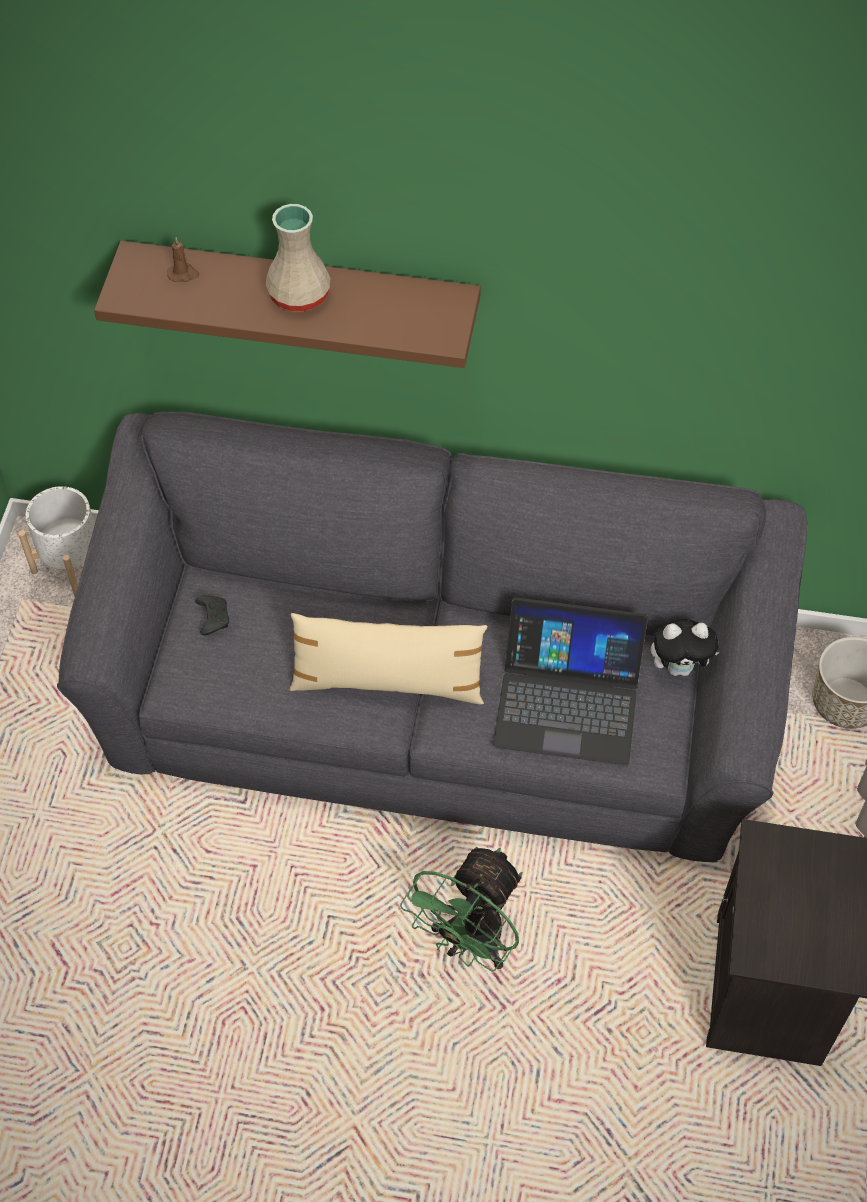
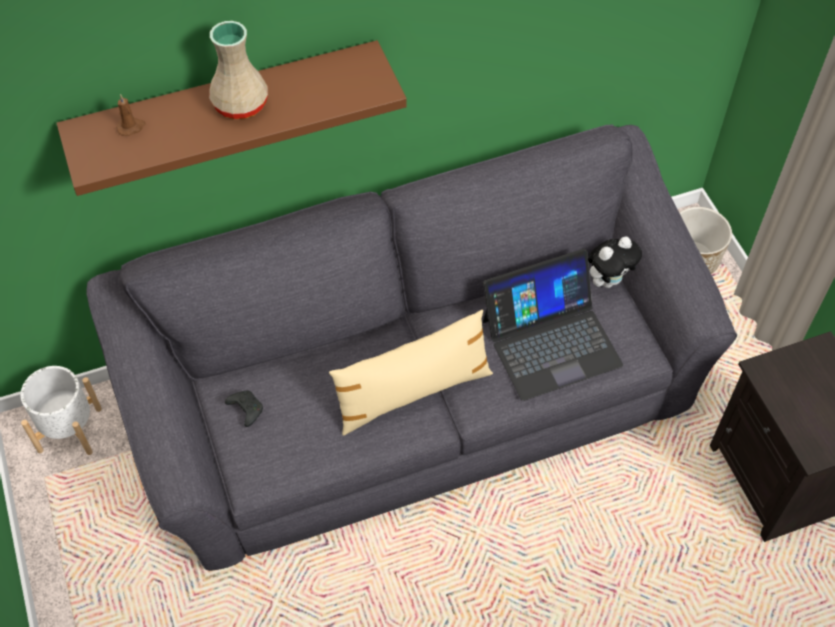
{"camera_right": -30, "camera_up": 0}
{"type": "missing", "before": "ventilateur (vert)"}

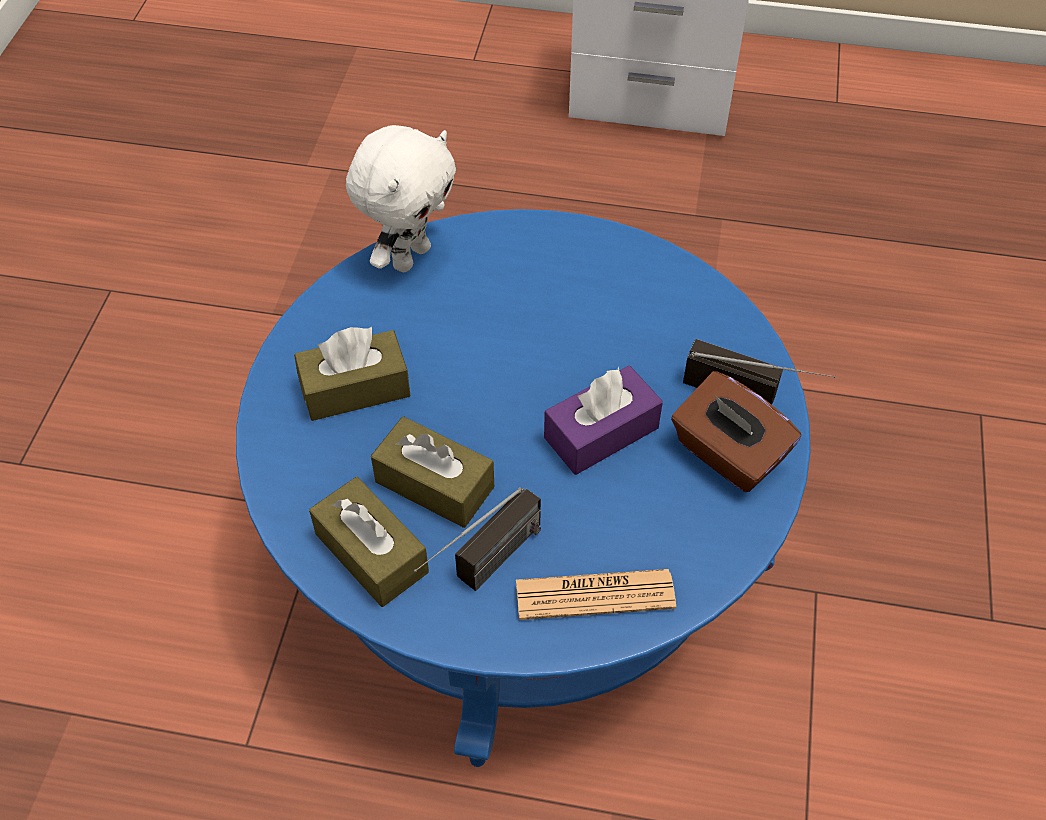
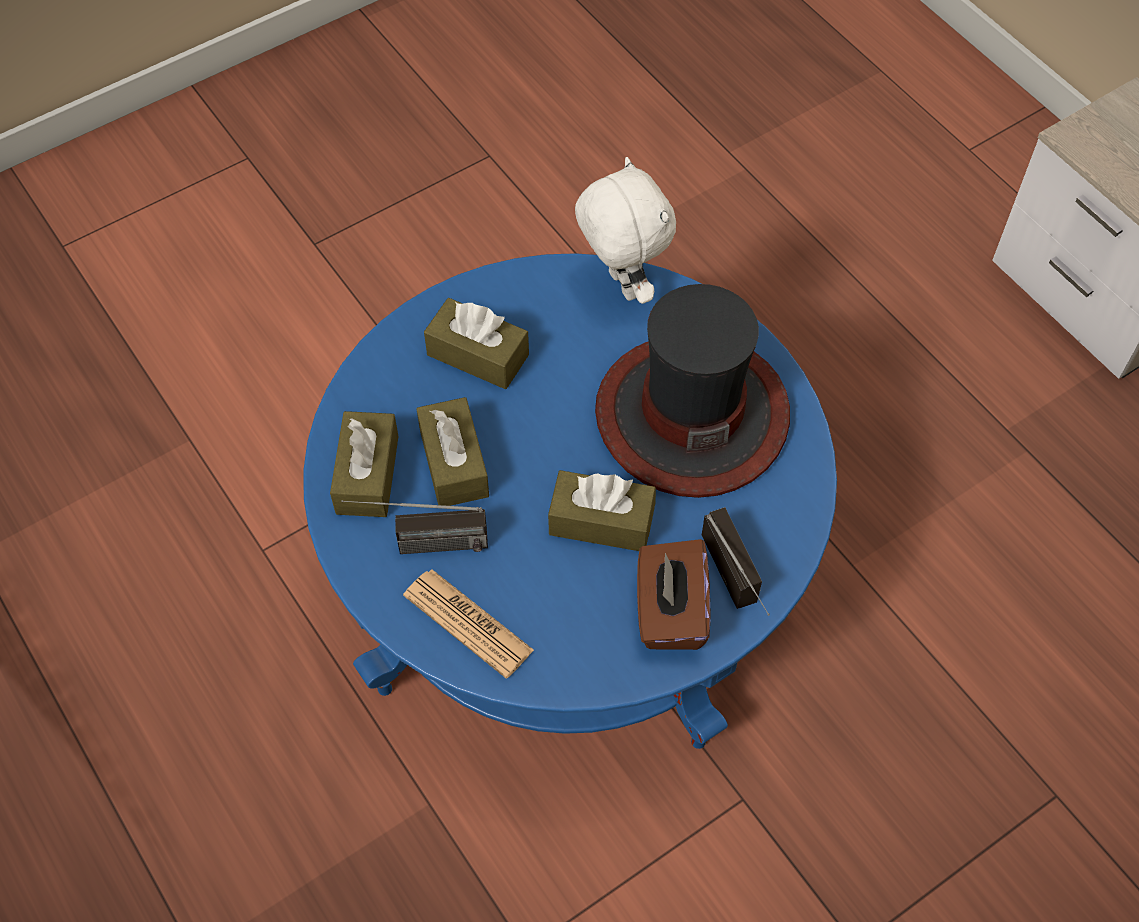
{"camera_right": 45, "camera_up": 5}
{"type": "colour", "before": "boîte à mouchoirs (violet)", "after": "boîte à mouchoirs (marron) (no. 4 from left)"}
{"type": "spun", "before": "peluche (blanc)", "turn": -105}
{"type": "appeared", "after": "chapeau"}

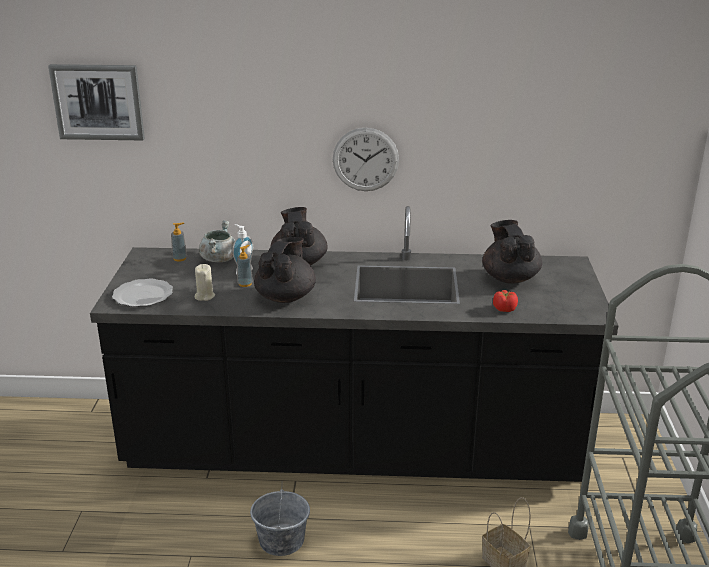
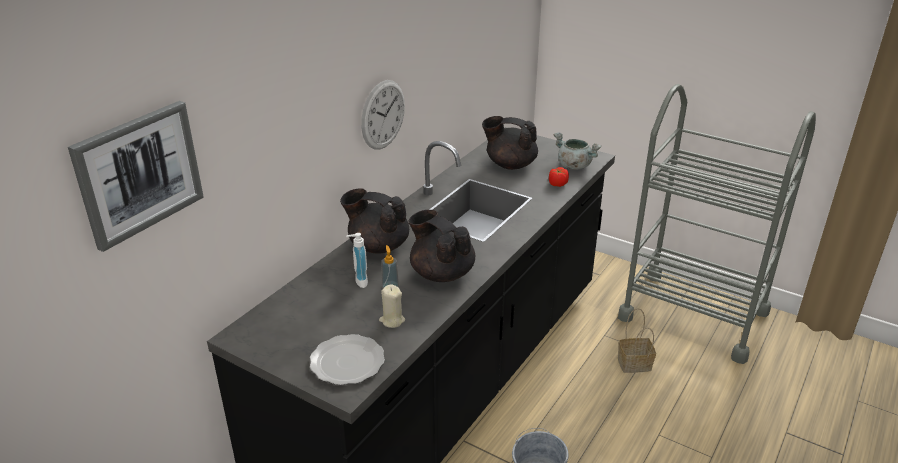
{"camera_right": -60, "camera_up": 5}
{"type": "relocated", "before": "marmite (gris)"}
{"type": "missing", "before": "distributeur de savon (no. 1 from left)"}

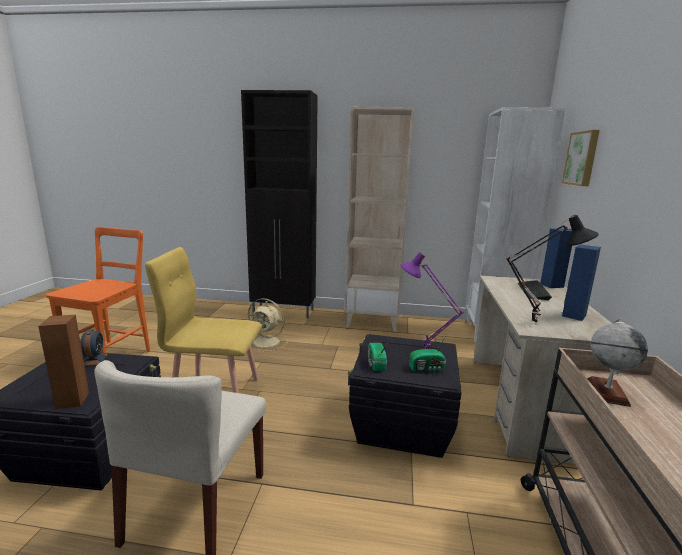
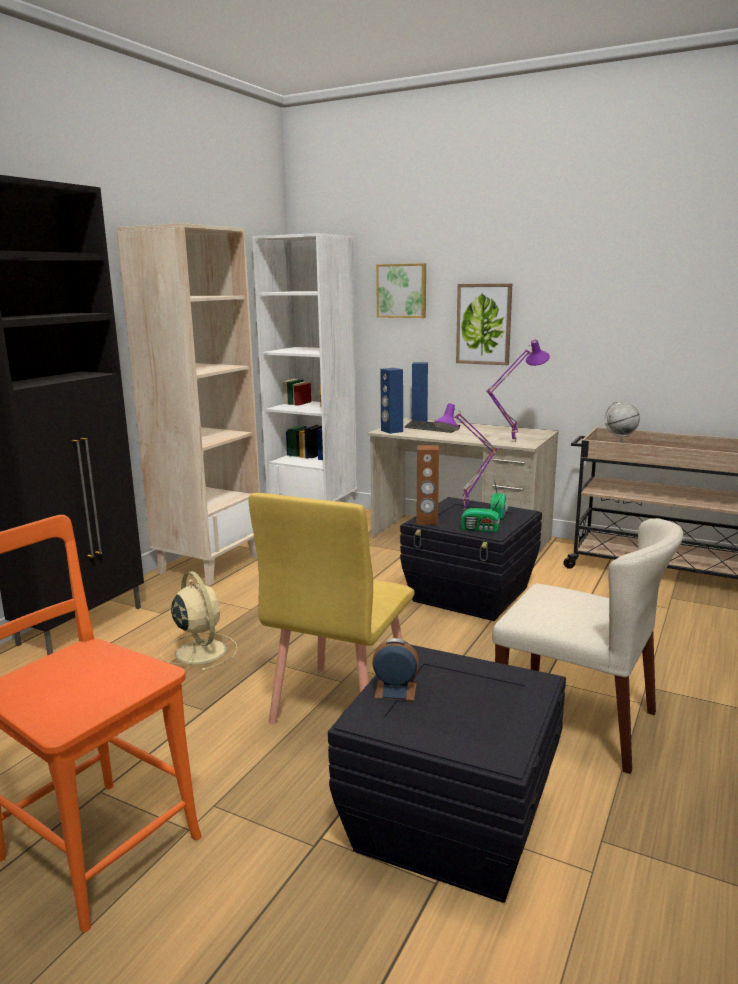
{"camera_right": -70, "camera_up": 0}
{"type": "spun", "before": "ventilateur (beige)", "turn": -75}
{"type": "relocated", "before": "enceinte (bleu) (no. 2 from left in the first image)", "after": "enceinte (bleu) (no. 1 from left)"}
{"type": "relocated", "before": "enceinte (marron)"}
{"type": "appeared", "after": "tableau (no. 2 from left)"}
{"type": "colour", "before": "lampe de table (noir)", "after": "lampe de table (violet) (no. 2 from left)"}

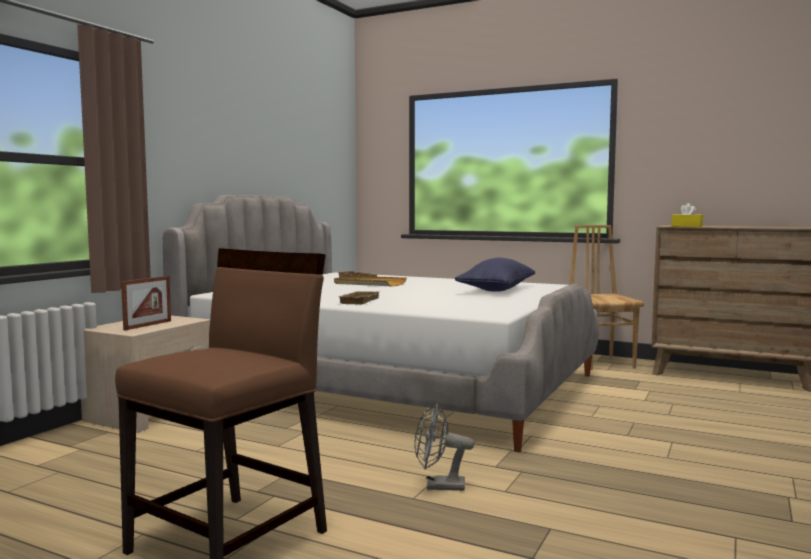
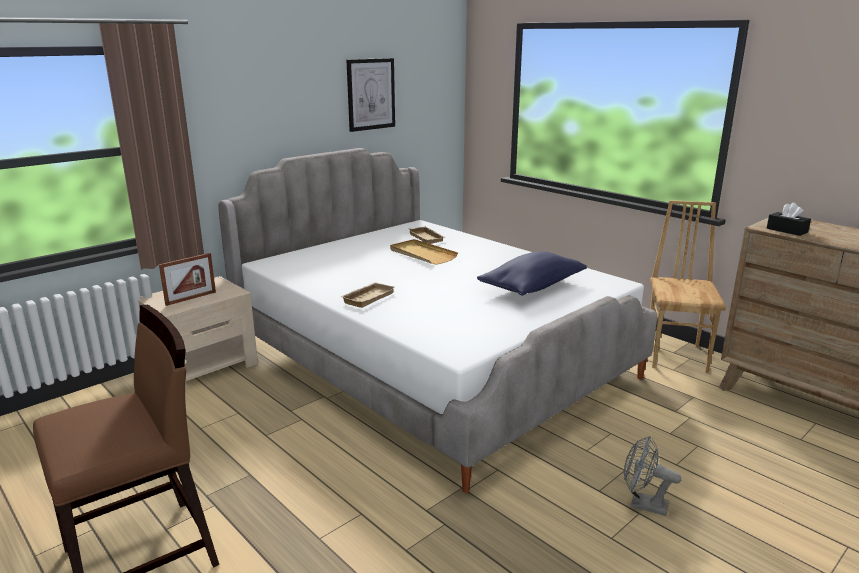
{"camera_right": 20, "camera_up": 15}
{"type": "appeared", "after": "tableau"}
{"type": "relocated", "before": "ventilateur (gris)"}
{"type": "colour", "before": "boîte à mouchoirs (jaune)", "after": "boîte à mouchoirs (noir)"}

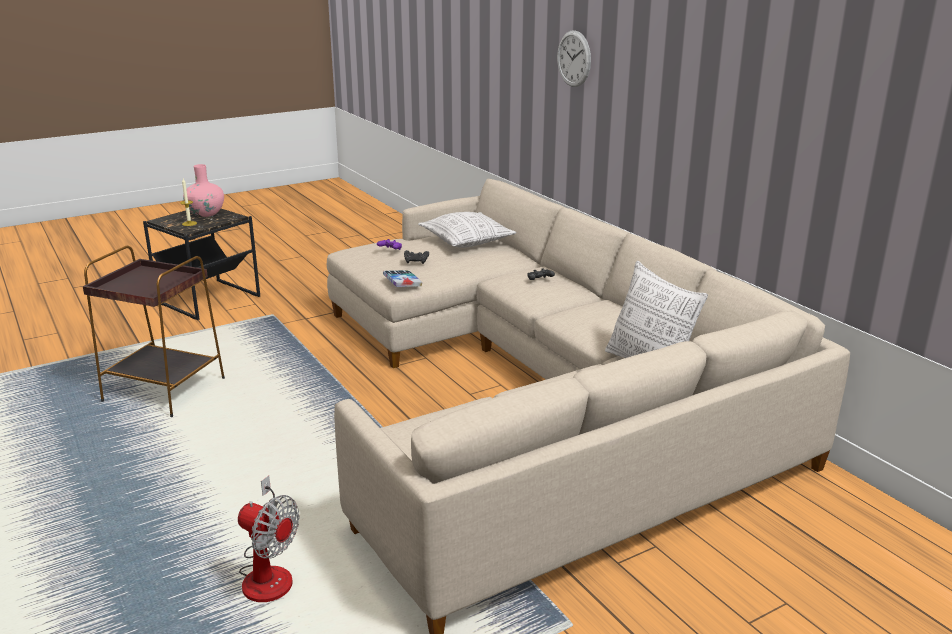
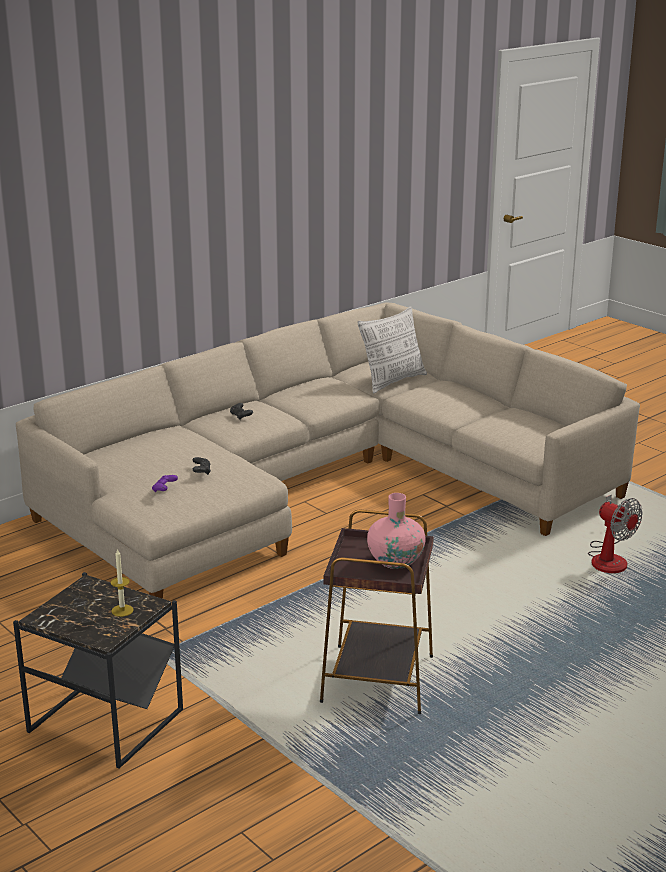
{"camera_right": -100, "camera_up": 0}
{"type": "relocated", "before": "vase (rose)"}
{"type": "spun", "before": "ventilateur", "turn": 120}
{"type": "missing", "before": "livre"}
{"type": "missing", "before": "coussin (no. 1 from left)"}
{"type": "missing", "before": "horloge murale"}

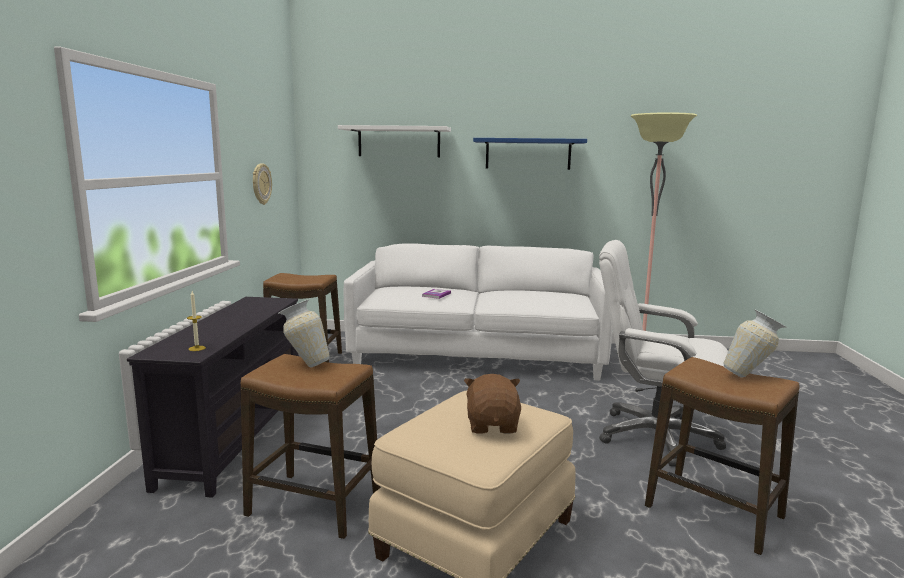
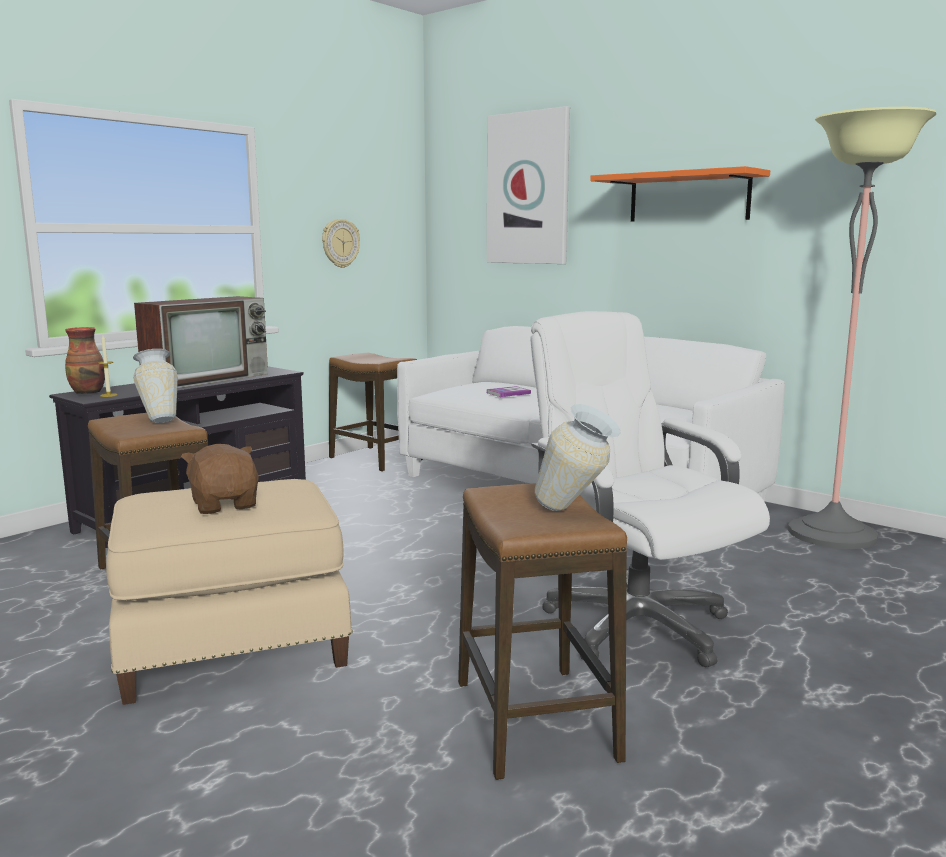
{"camera_right": 35, "camera_up": 0}
{"type": "appeared", "after": "vase (no. 1 from left)"}
{"type": "appeared", "after": "téléviseur"}
{"type": "spun", "before": "peluche (marron)", "turn": -60}
{"type": "exchanged", "before": "étagère (blanc)", "after": "tableau"}
{"type": "colour", "before": "étagère (bleu)", "after": "étagère (orange)"}

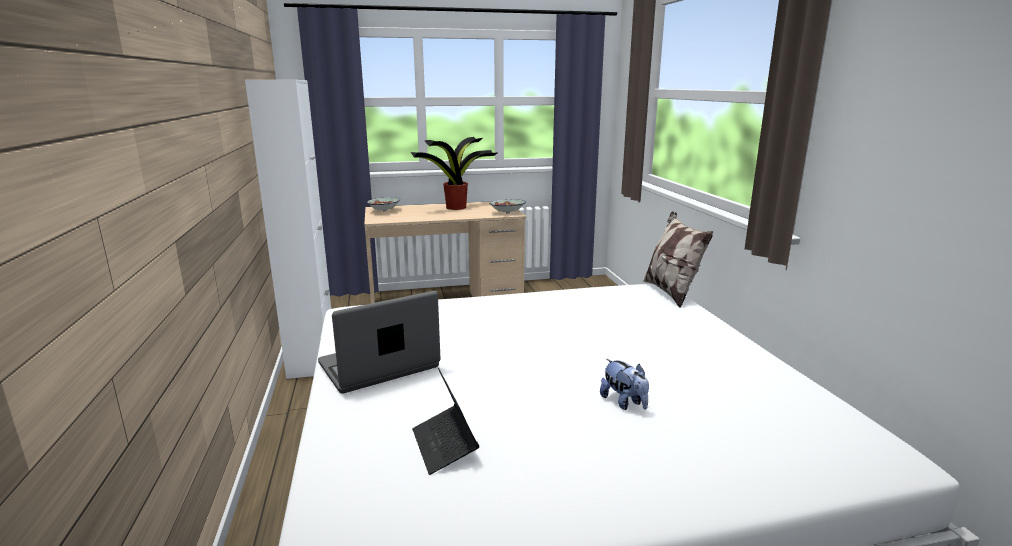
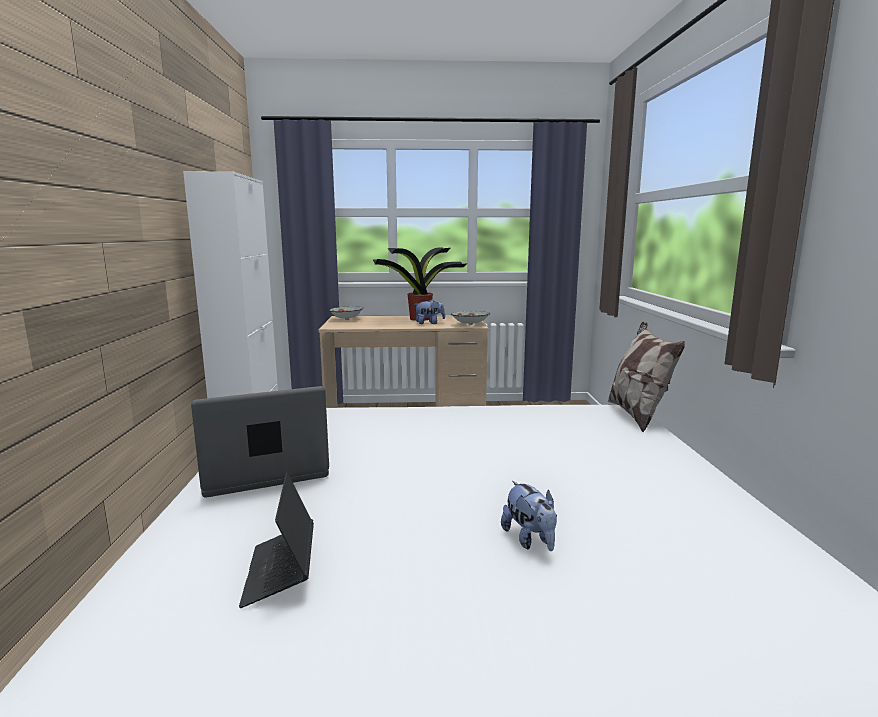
{"camera_right": 10, "camera_up": -5}
{"type": "appeared", "after": "peluche (no. 1 from left)"}

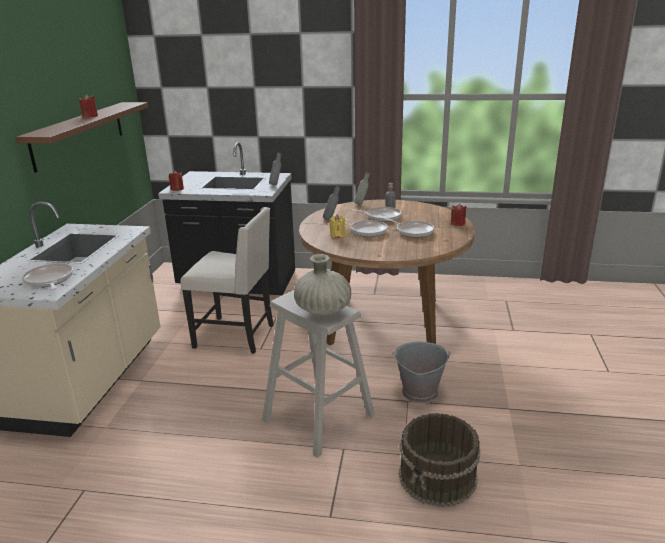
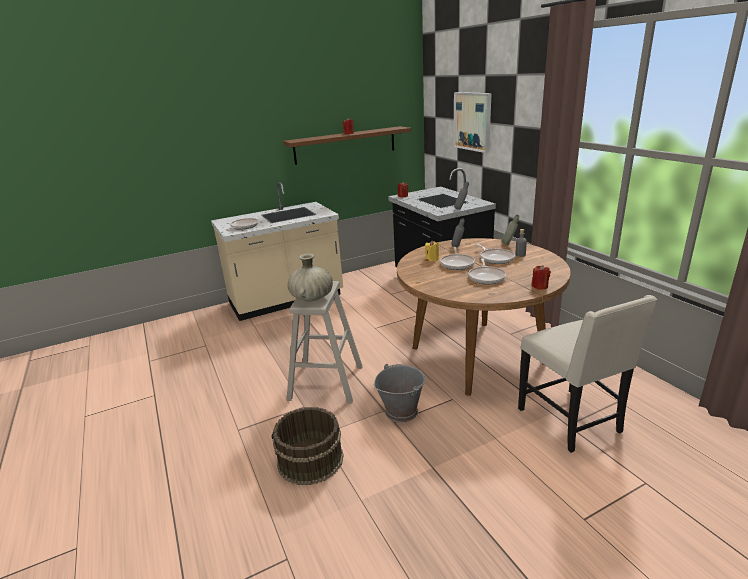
{"camera_right": 55, "camera_up": 0}
{"type": "appeared", "after": "tableau"}
{"type": "relocated", "before": "chaise (beige)"}

